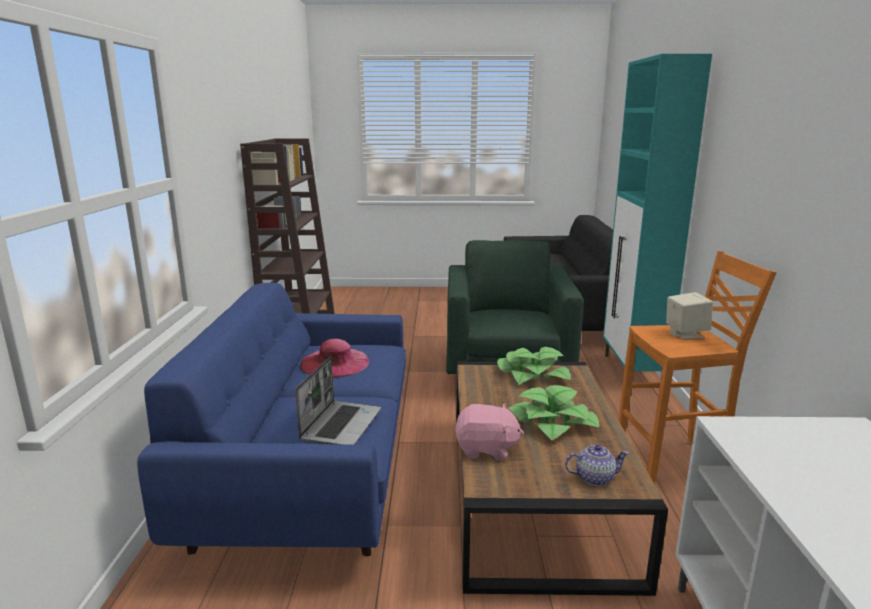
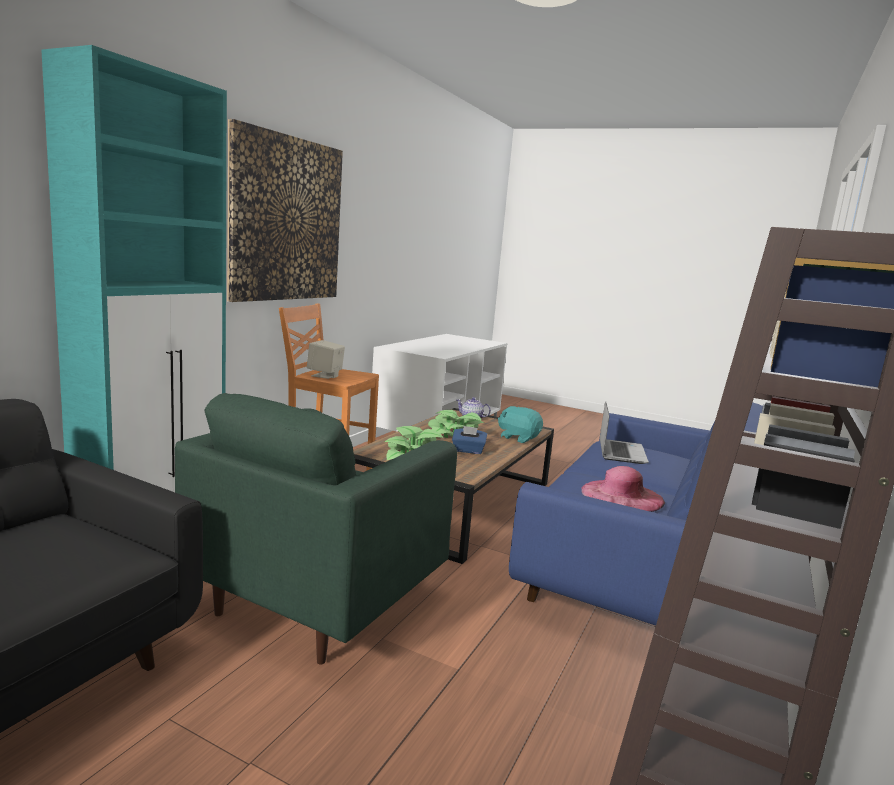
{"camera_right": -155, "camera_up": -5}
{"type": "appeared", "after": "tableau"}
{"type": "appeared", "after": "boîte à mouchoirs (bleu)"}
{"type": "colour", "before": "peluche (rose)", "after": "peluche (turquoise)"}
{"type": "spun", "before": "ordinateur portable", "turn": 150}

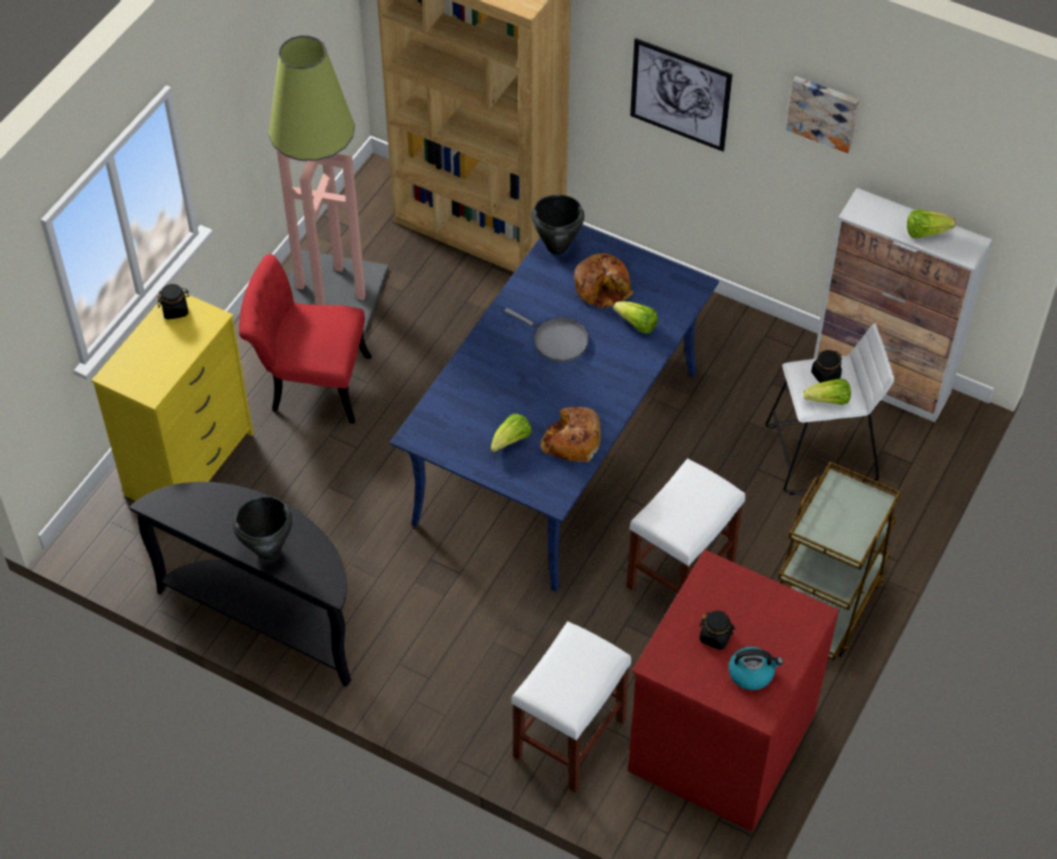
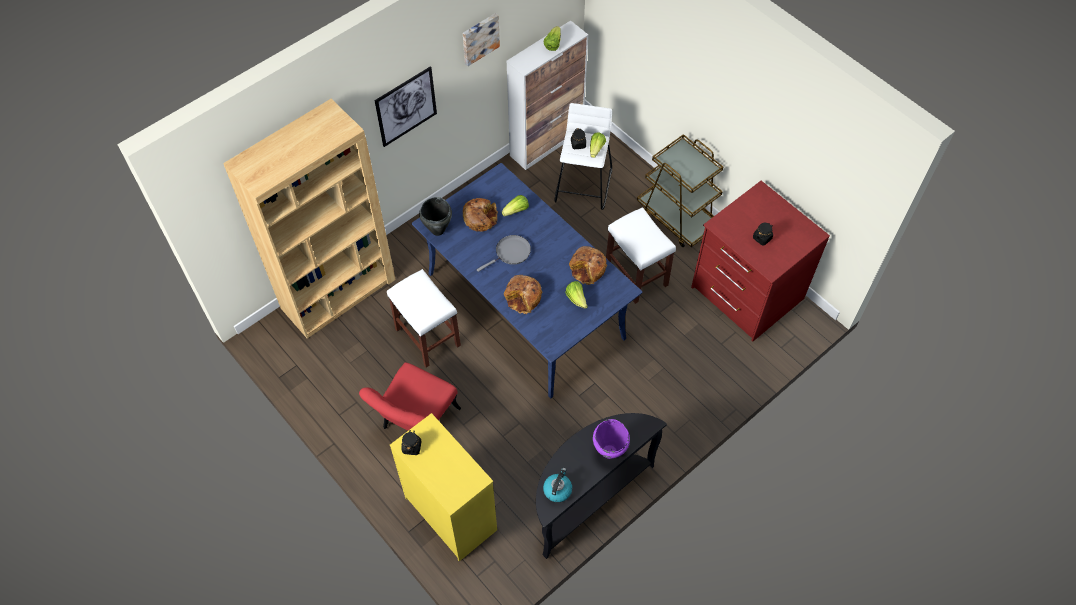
{"camera_right": -70, "camera_up": 5}
{"type": "relocated", "before": "tabouret (blanc) (no. 1 from left)"}
{"type": "appeared", "after": "pain (no. 2 from left)"}
{"type": "relocated", "before": "bouilloire"}
{"type": "colour", "before": "marmite (noir) (no. 1 from left)", "after": "marmite (violet)"}
{"type": "missing", "before": "lampadaire"}

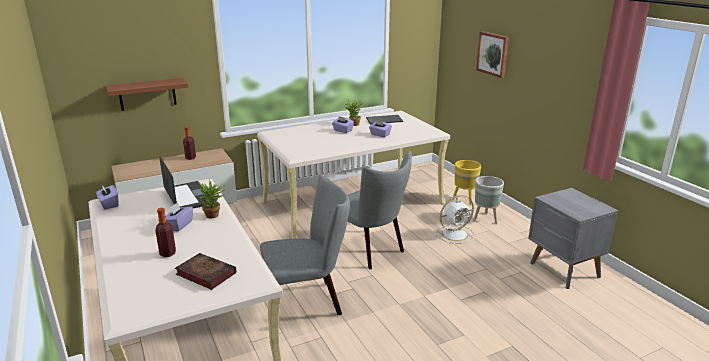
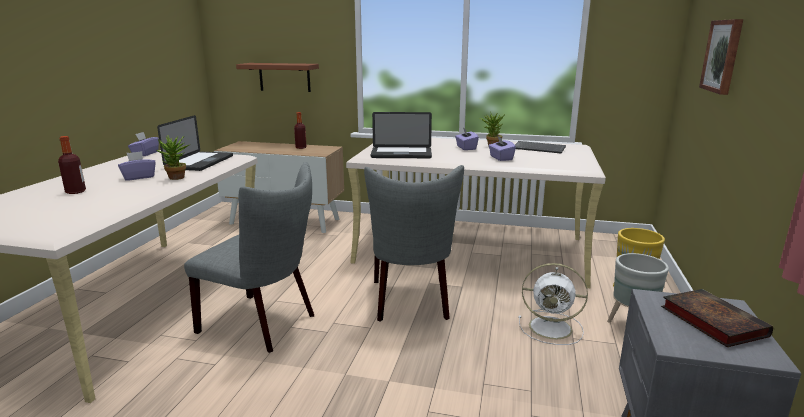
{"camera_right": 40, "camera_up": -5}
{"type": "appeared", "after": "ordinateur portable (no. 2 from left)"}
{"type": "relocated", "before": "livre"}

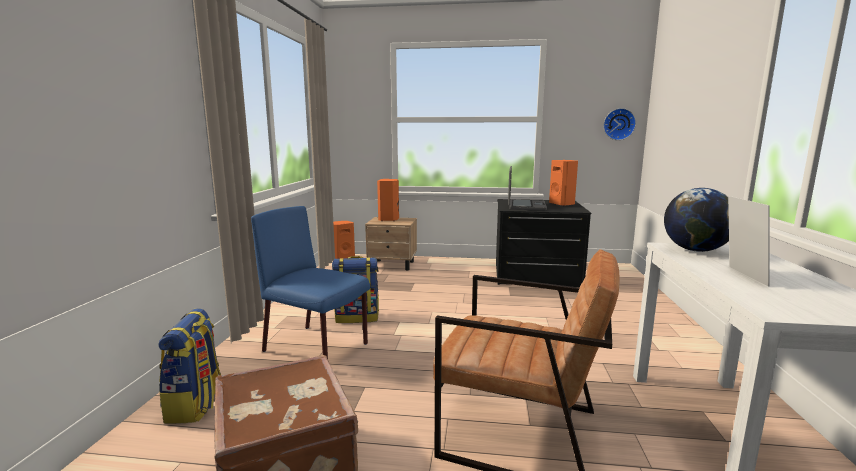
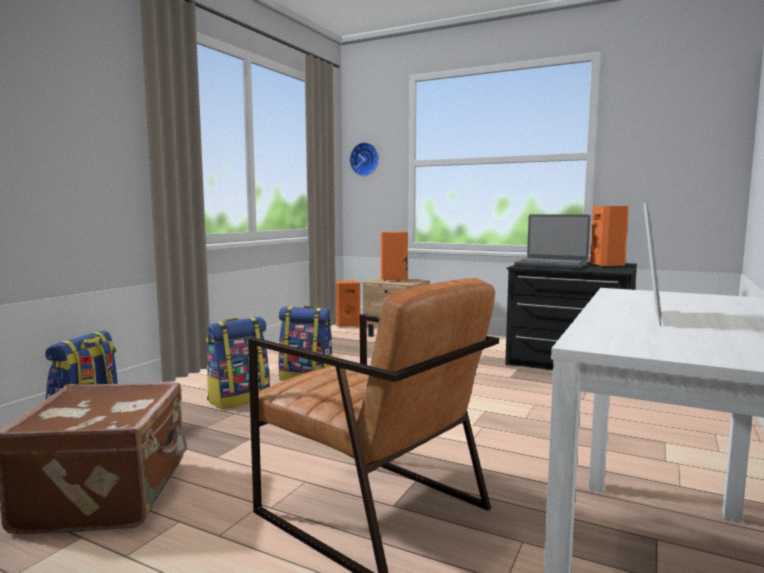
{"camera_right": 20, "camera_up": -5}
{"type": "exchanged", "before": "chaise (bleu)", "after": "sac à dos (no. 2 from left)"}
{"type": "relocated", "before": "horloge murale"}
{"type": "spun", "before": "ordinateur portable", "turn": 90}
{"type": "missing", "before": "globe"}

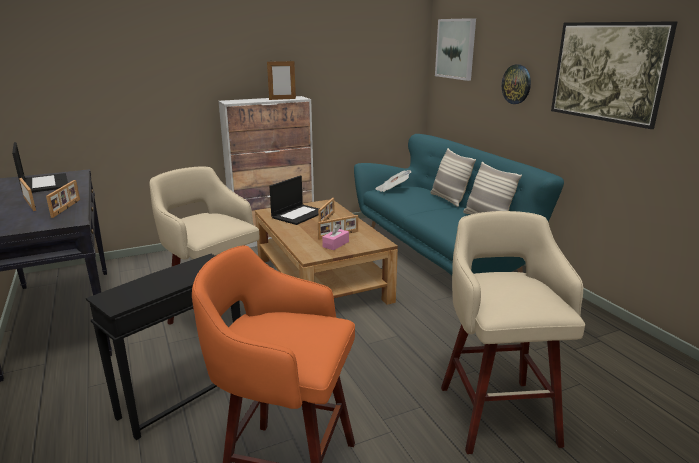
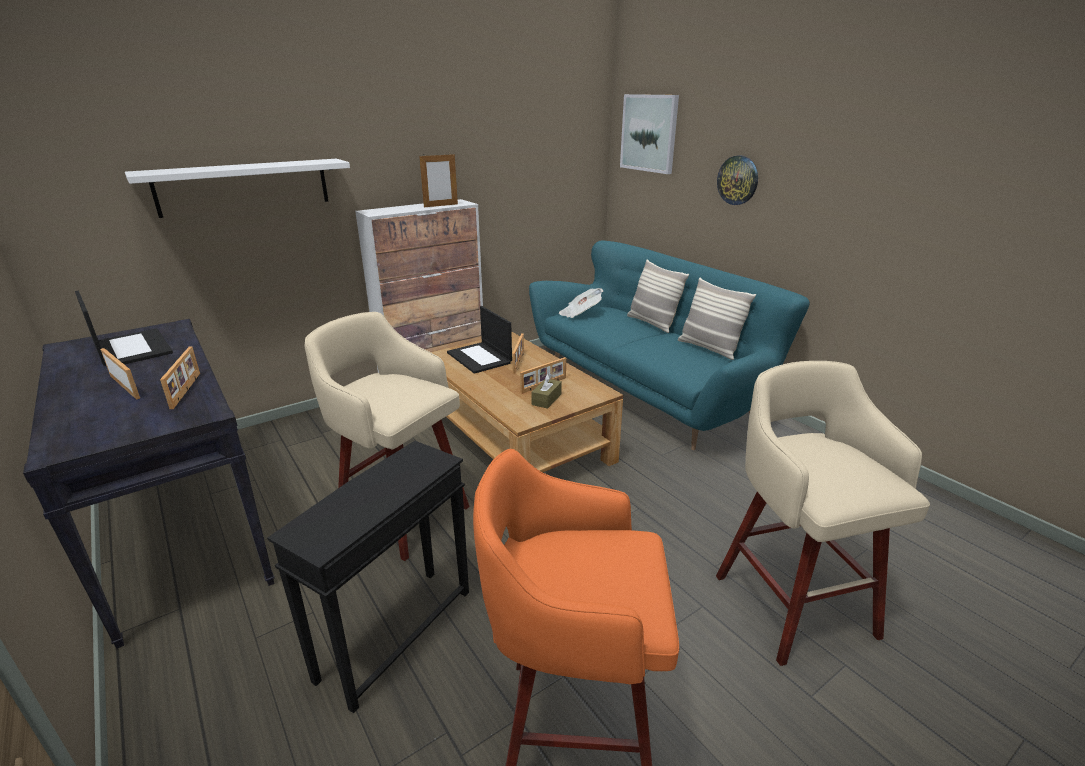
{"camera_right": -10, "camera_up": 5}
{"type": "appeared", "after": "étagère (blanc)"}
{"type": "spun", "before": "ordinateur portable (no. 2 from left)", "turn": 120}
{"type": "colour", "before": "boîte à mouchoirs (rose)", "after": "boîte à mouchoirs (marron)"}
{"type": "missing", "before": "tableau (no. 2 from left)"}

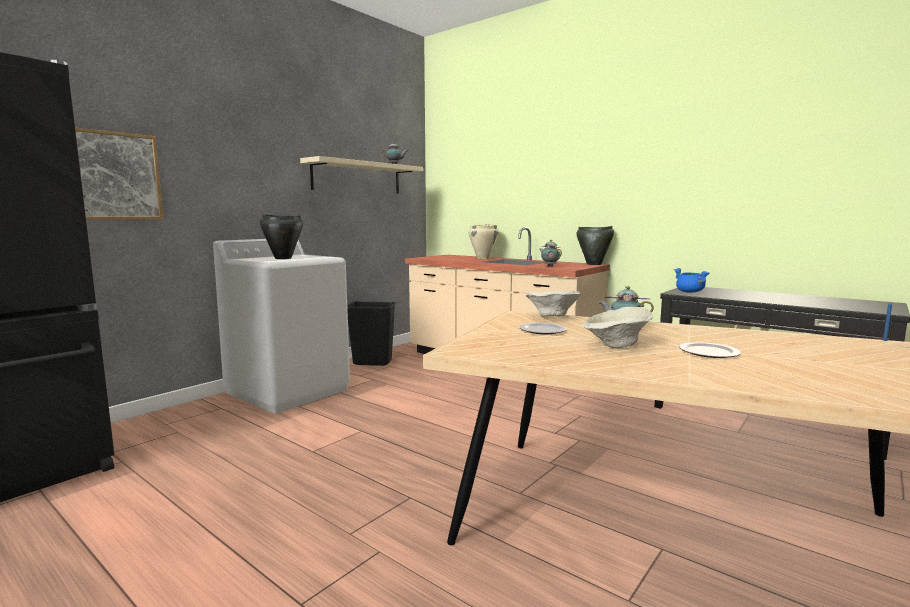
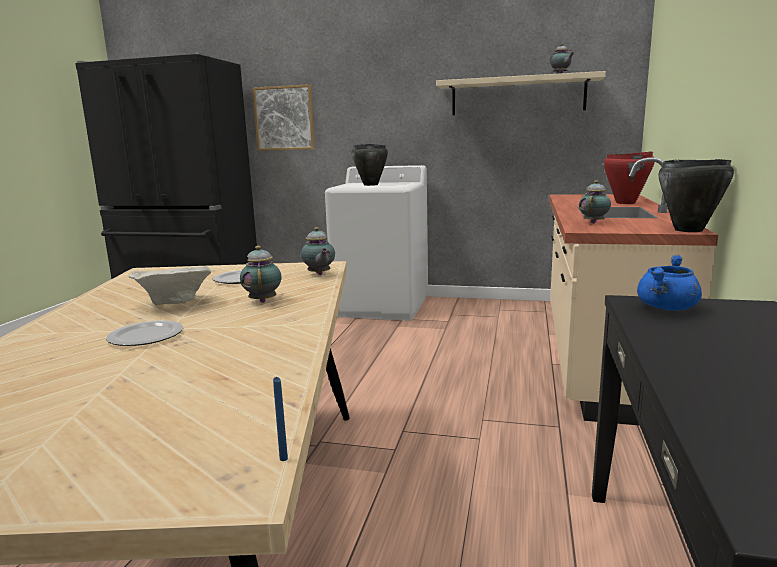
{"camera_right": 65, "camera_up": 5}
{"type": "exchanged", "before": "bol (beige) (no. 1 from left)", "after": "théière (no. 2 from left)"}
{"type": "colour", "before": "marmite (beige)", "after": "marmite (rouge)"}
{"type": "missing", "before": "poubelle (noir)"}

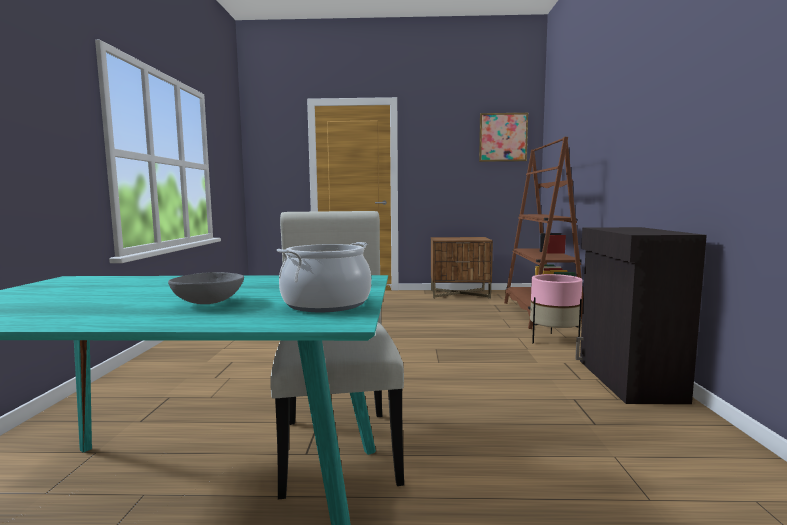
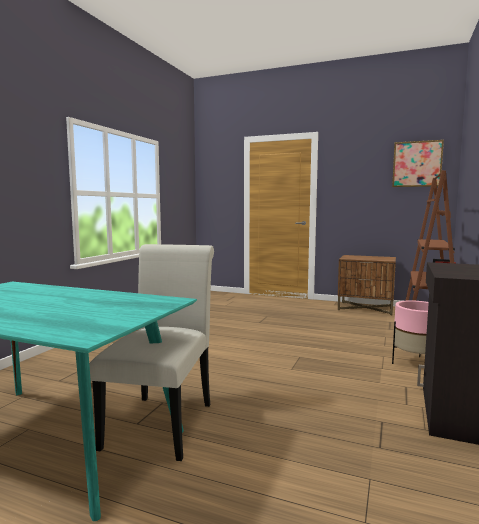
{"camera_right": 20, "camera_up": 0}
{"type": "missing", "before": "bol (gris)"}
{"type": "missing", "before": "marmite"}

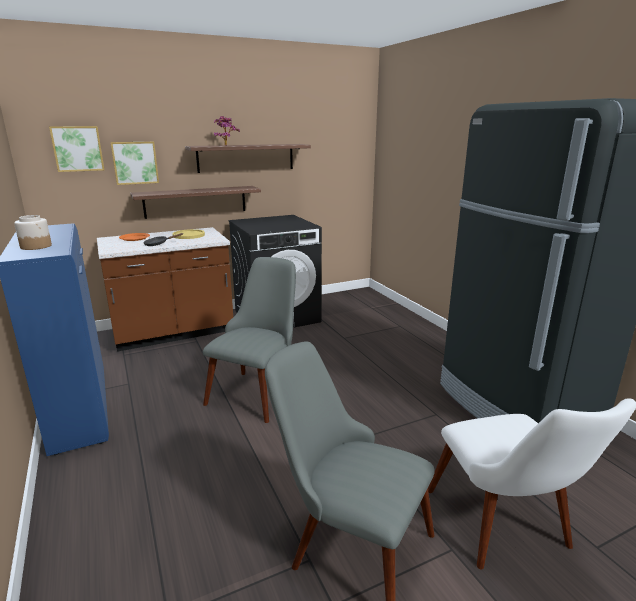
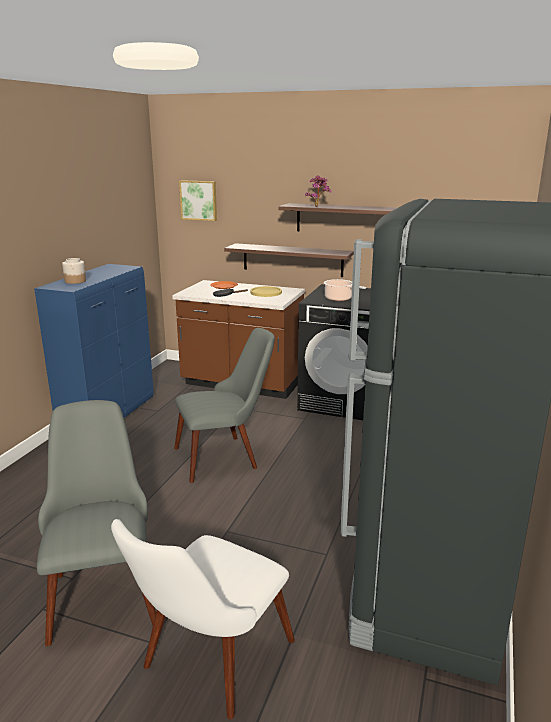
{"camera_right": 45, "camera_up": 0}
{"type": "appeared", "after": "marmite"}
{"type": "missing", "before": "tableau (no. 2 from left)"}

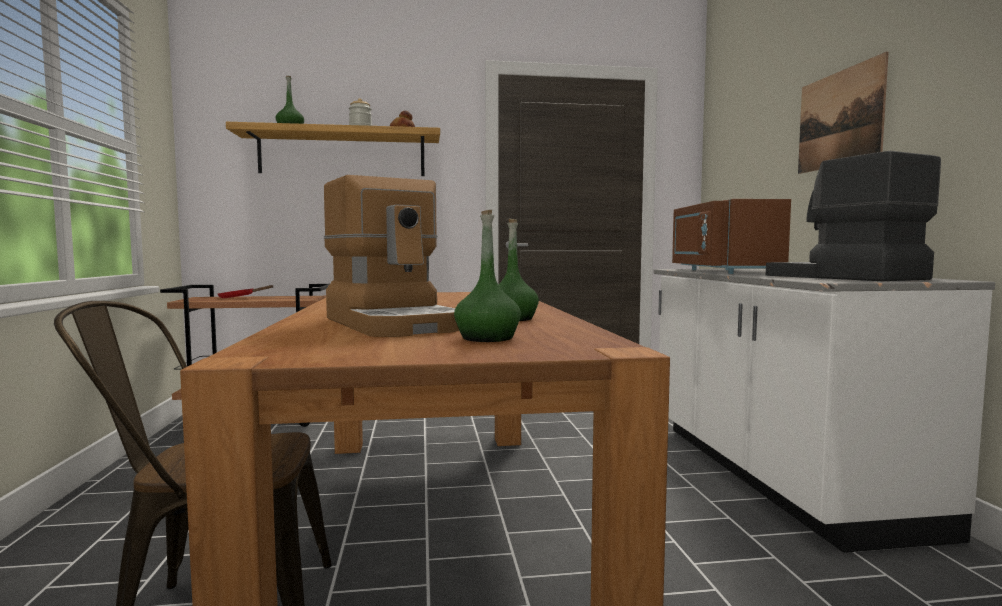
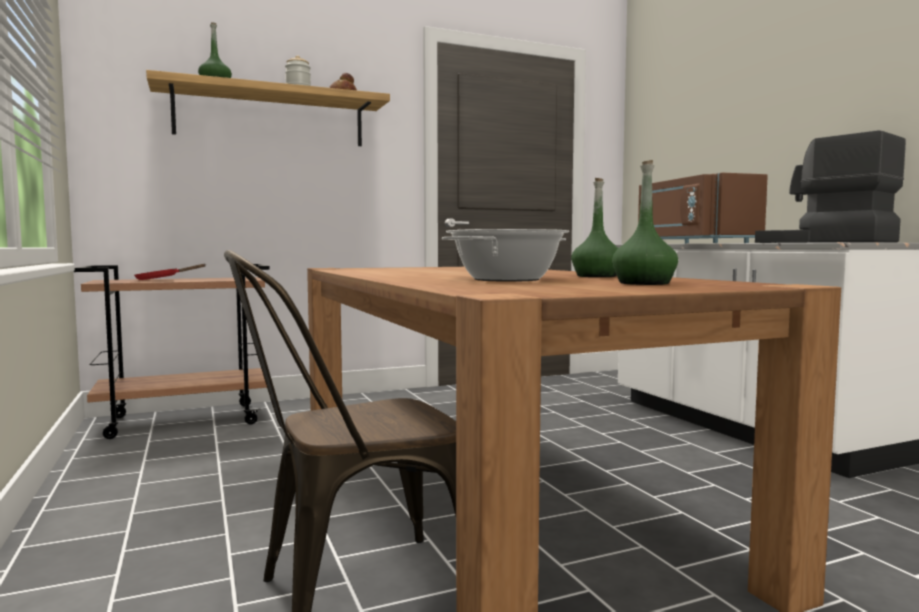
{"camera_right": -15, "camera_up": 0}
{"type": "exchanged", "before": "machine à café (no. 1 from left)", "after": "marmite"}
{"type": "missing", "before": "tableau"}

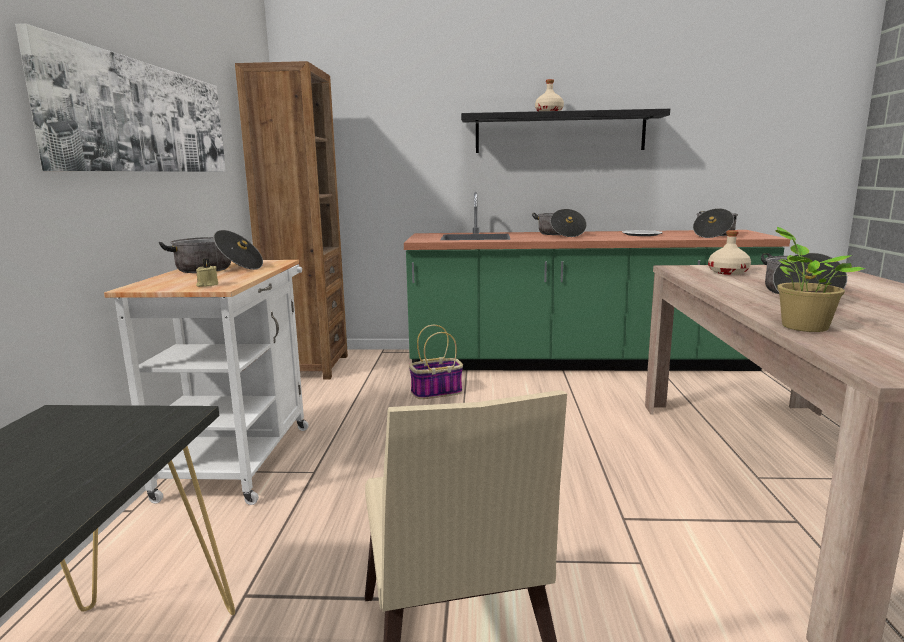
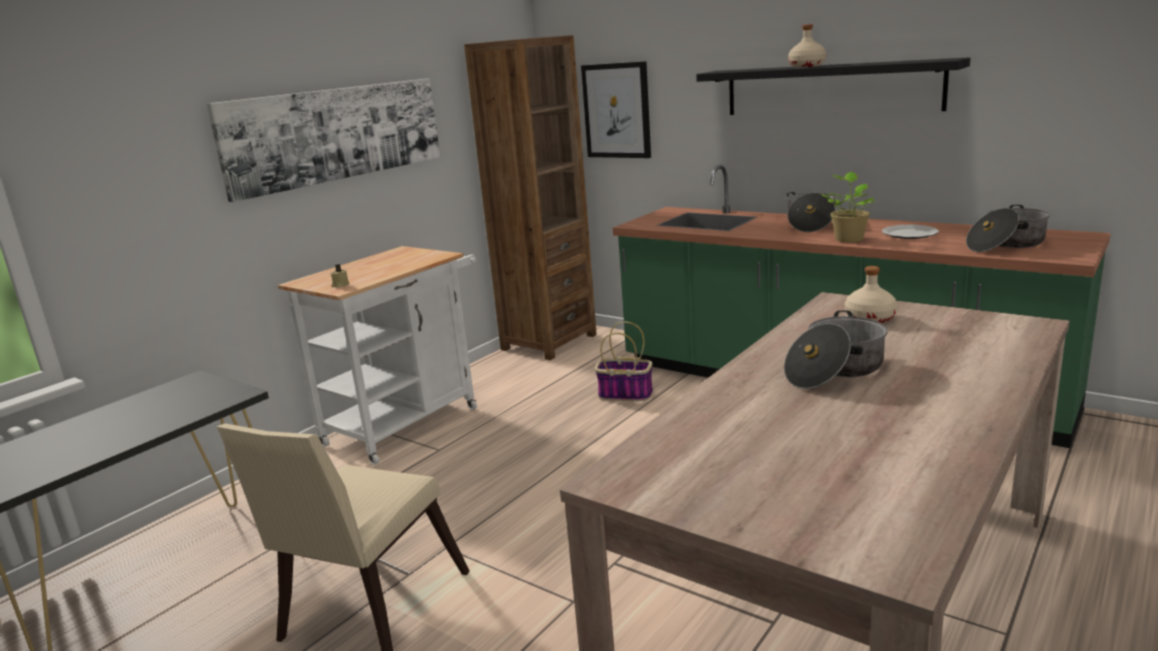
{"camera_right": 35, "camera_up": 5}
{"type": "appeared", "after": "tableau (no. 2 from left)"}
{"type": "relocated", "before": "plante en pot"}
{"type": "missing", "before": "marmite (no. 1 from left)"}

